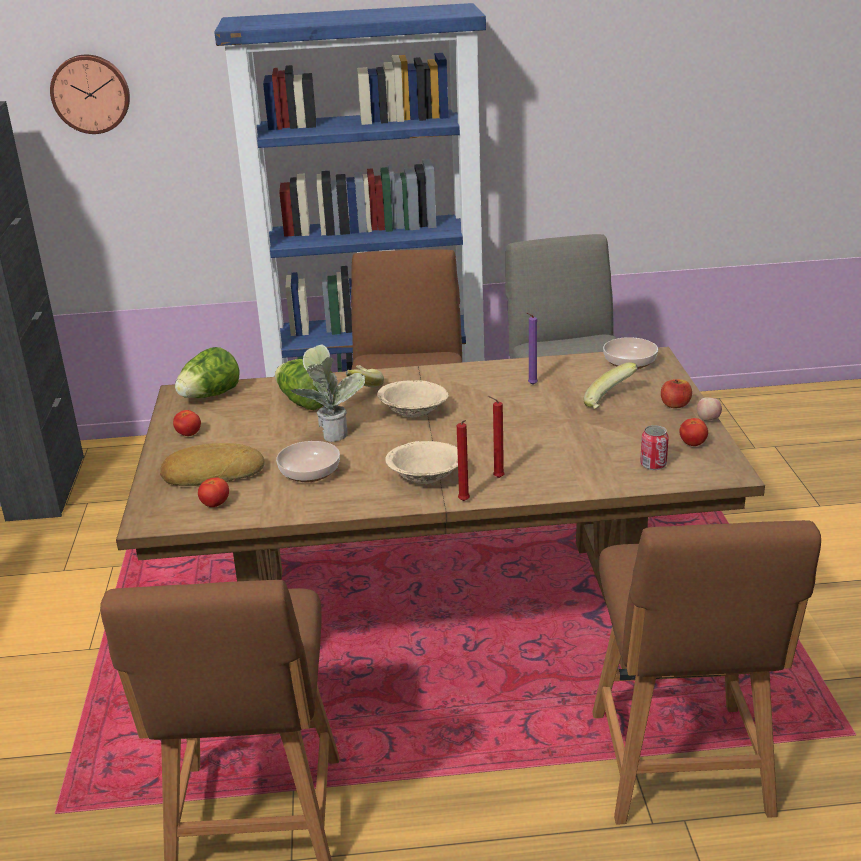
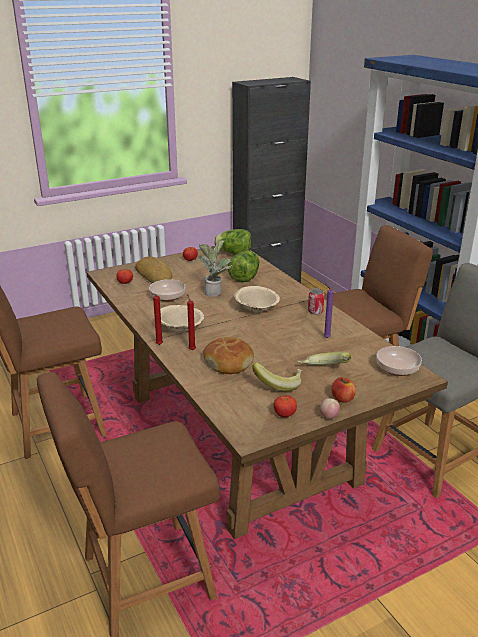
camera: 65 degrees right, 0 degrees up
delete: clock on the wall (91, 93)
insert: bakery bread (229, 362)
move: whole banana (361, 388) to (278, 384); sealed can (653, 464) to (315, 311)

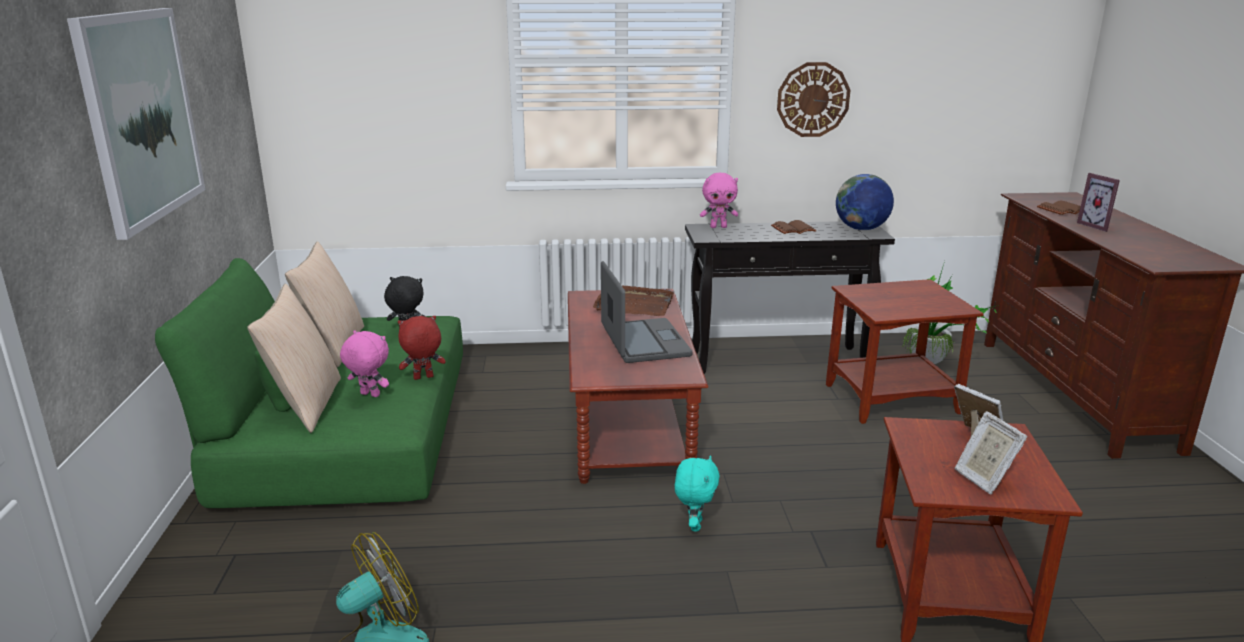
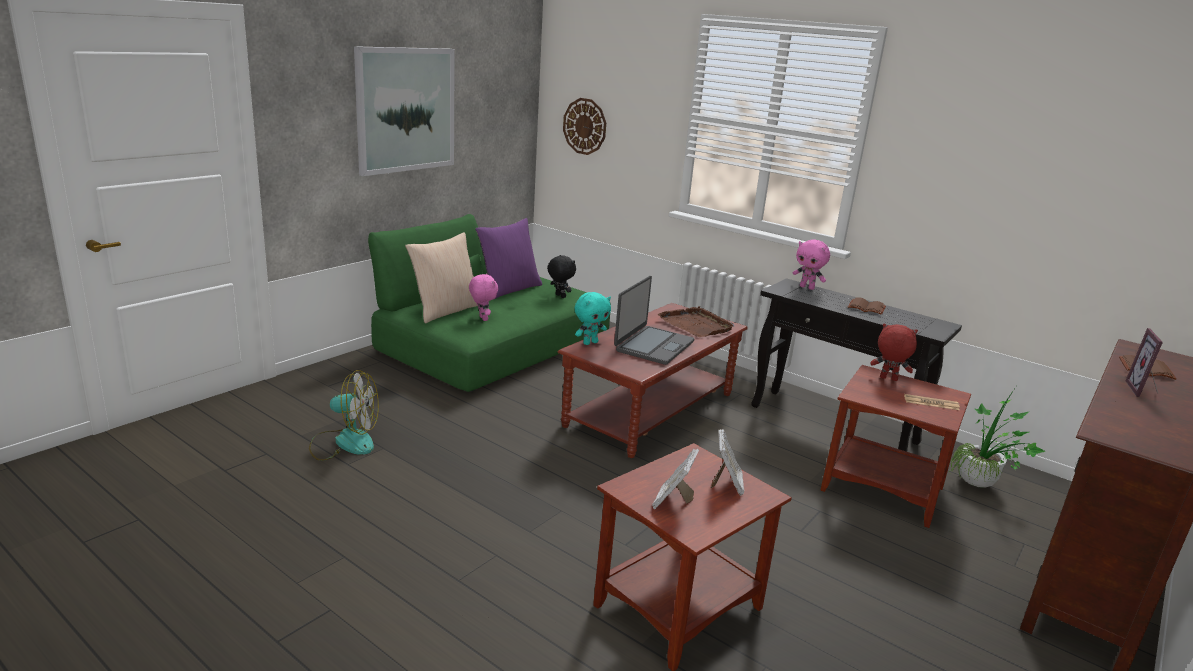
camera: 40 degrees right, 0 degrees up
delete: desk globe (861, 229)
insert: daily paper (931, 403)
move: clock on the wall (813, 99) to (585, 126); blue-green plush toy (694, 525) to (590, 342); red plush toy (423, 378) to (888, 379)
recolor: sand-coloured throw pillow (334, 346) to purple-coloured throw pillow (509, 289)

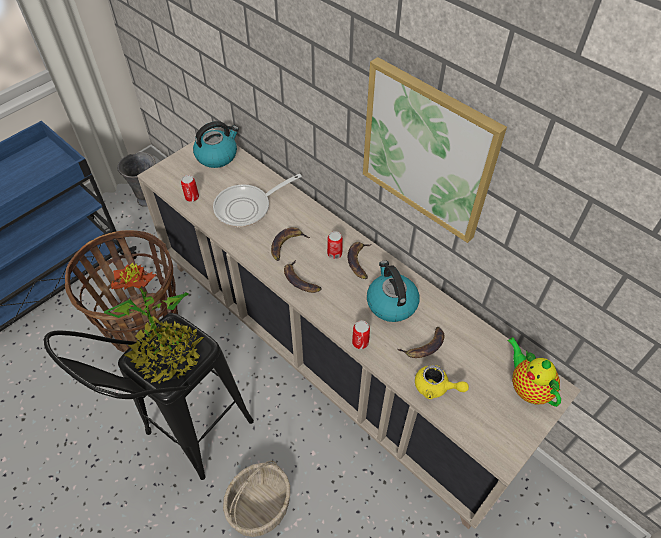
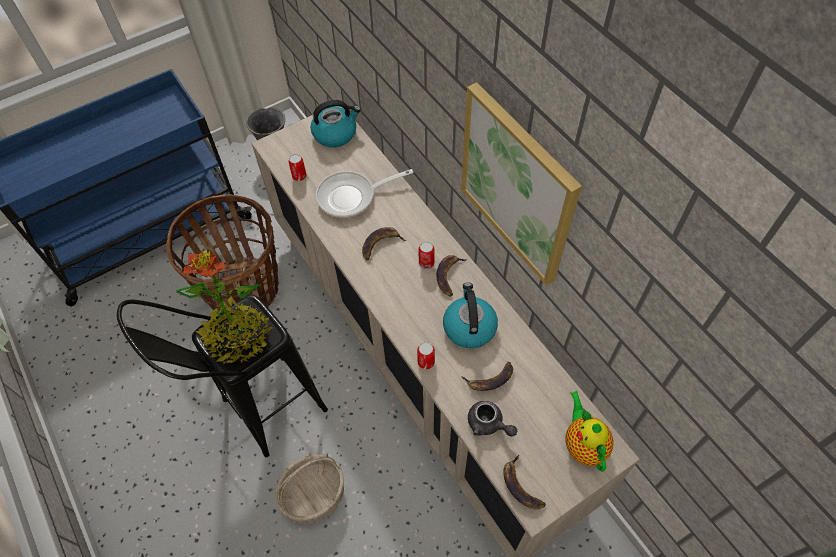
camera: 15 degrees right, 5 degrees up
move: whole banana (300, 280) to (521, 486)
recolor: yellow teapot (436, 387) to greyish teapot (488, 424)

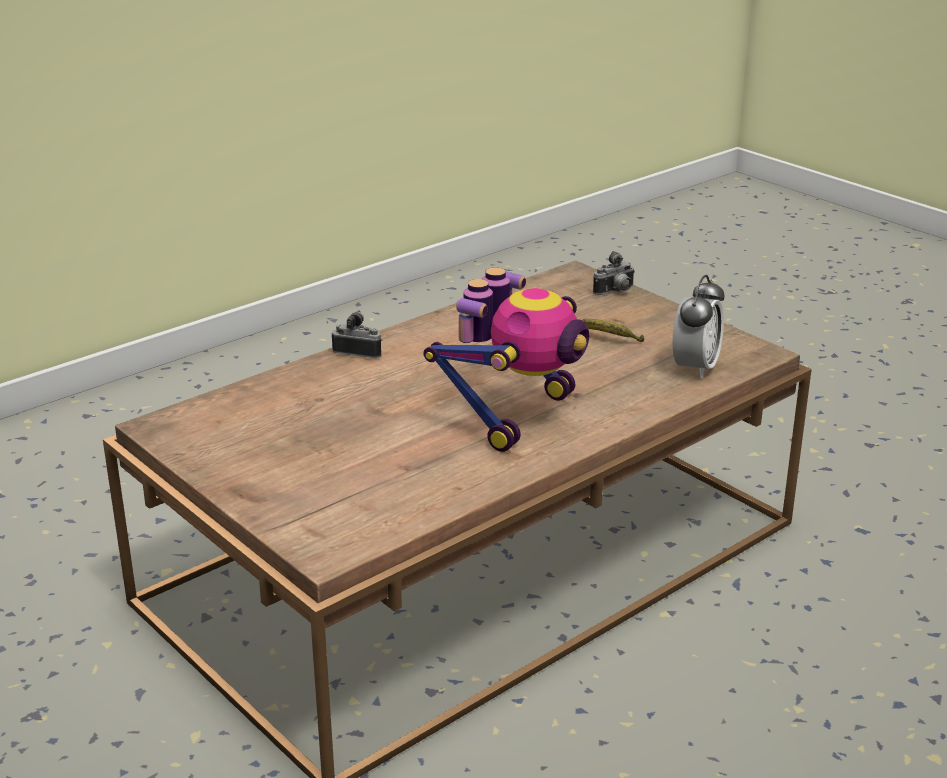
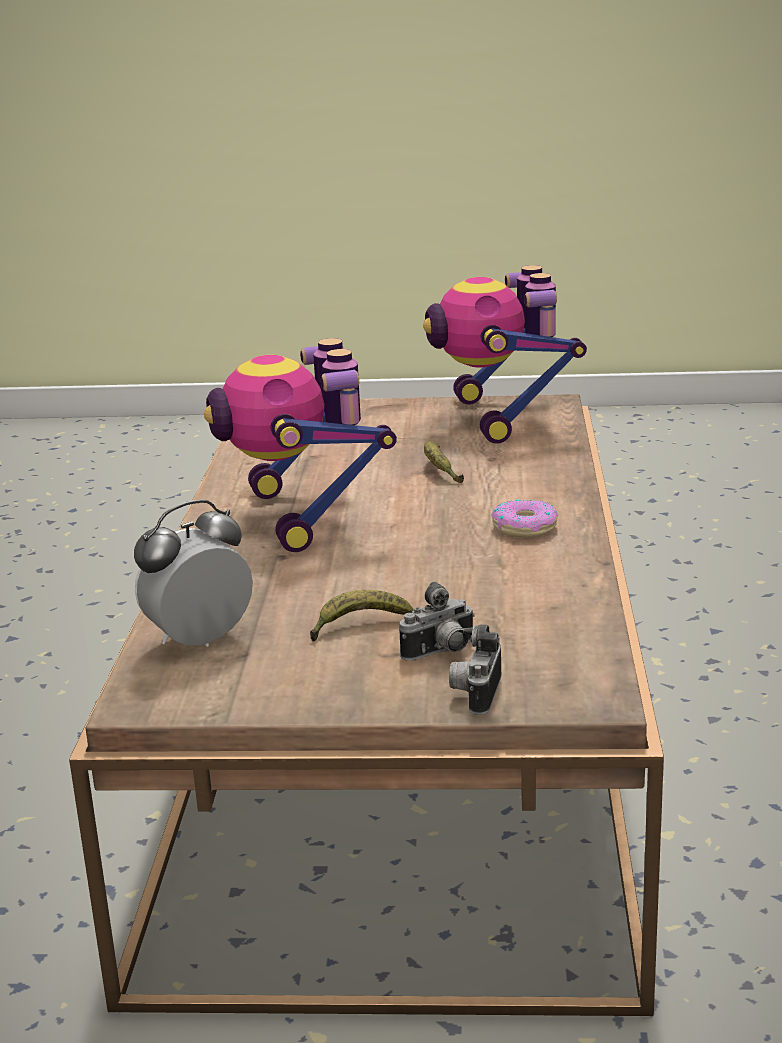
camera: 135 degrees right, 5 degrees down
insert: toy robot (501, 418); whole banana (440, 470); doughnut (524, 528)
move: still camera (358, 352) to (441, 653)
rotate: alarm clock (695, 367) = (200, 640) 75 degrees clockwise

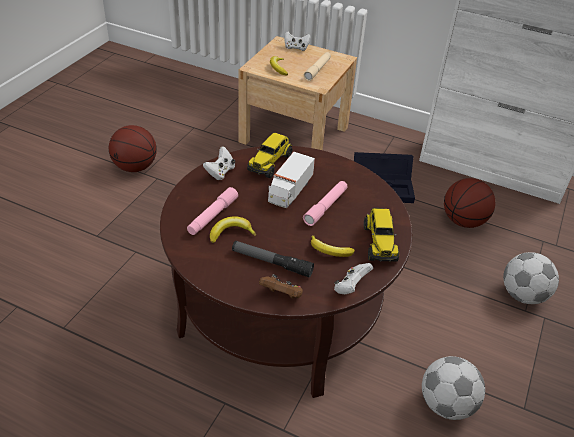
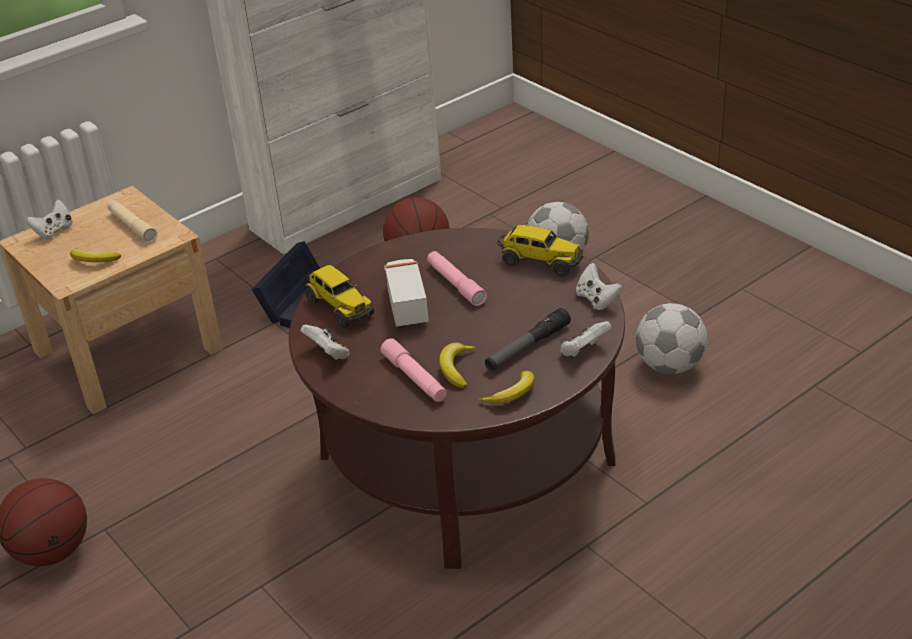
camera: 60 degrees left, 5 degrees down
move: whole banana (330, 251) to (513, 394)
recolor: brownish joypad (282, 295) to white-coloured joypad (584, 351)
rotate: toy lorry (290, 190) = (407, 304) 150 degrees counterclockwise

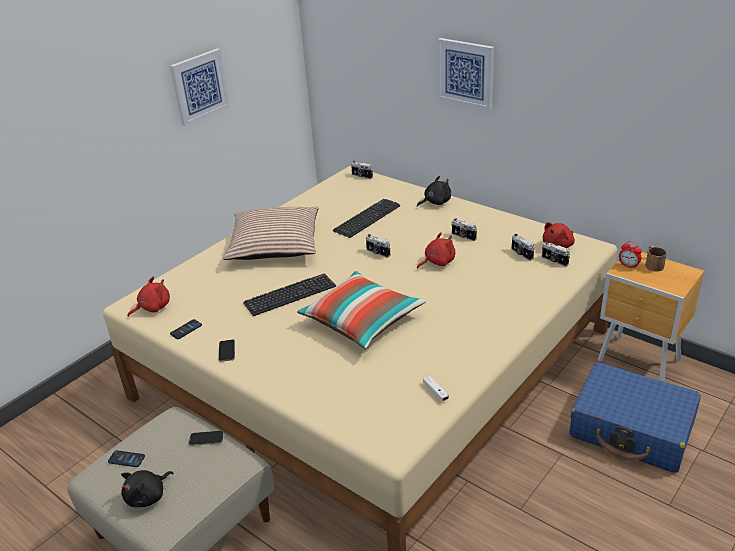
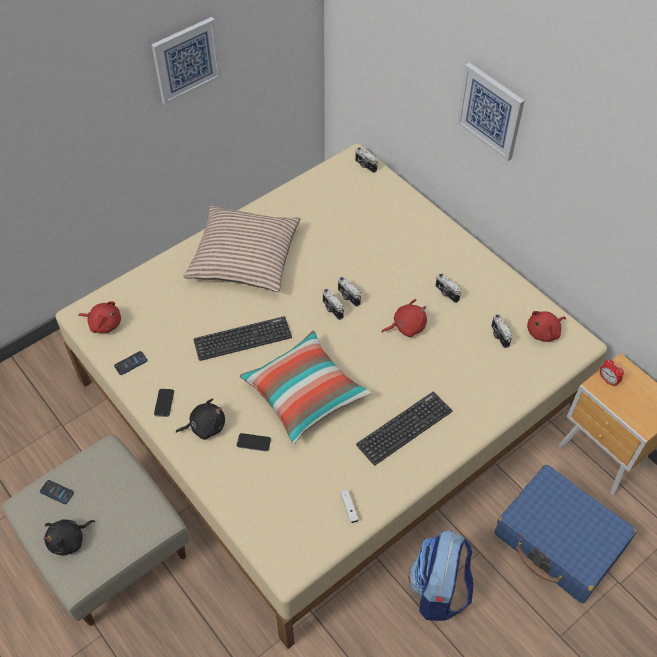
camera: 10 degrees right, 20 degrees up
delete: brownish coffee mug (652, 264)
insert: knapsack (438, 590)
move: black-coloured plush toy (435, 202) to (205, 426); phone (206, 439) to (253, 442); still camera (554, 261) to (332, 309); computer keyboard (367, 218) to (404, 428)
rotate: red plush toy (153, 307) = (104, 323) 45 degrees clockwise

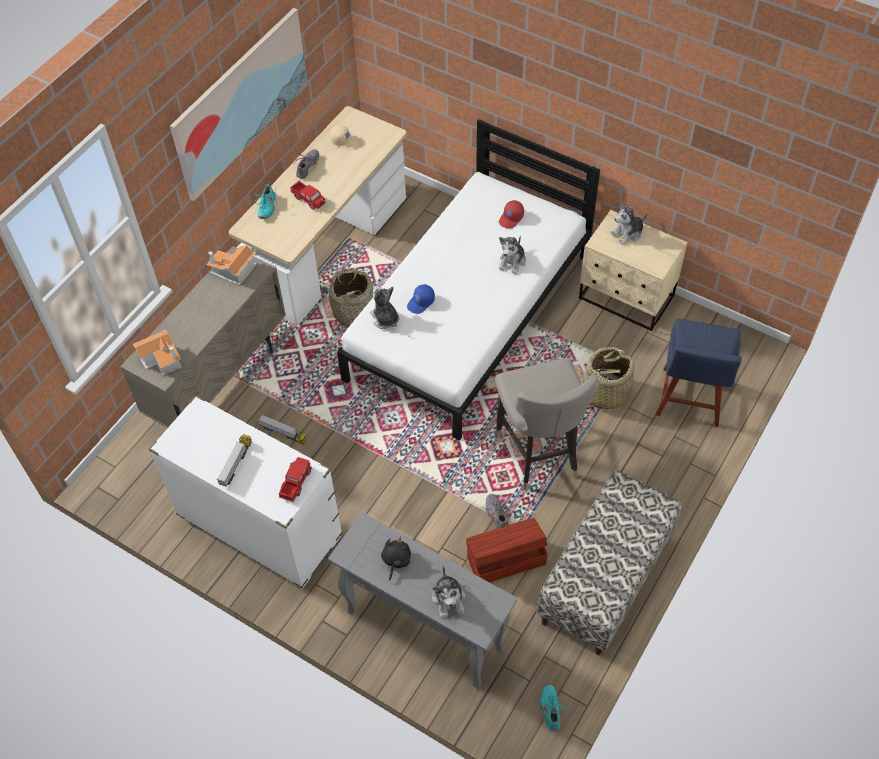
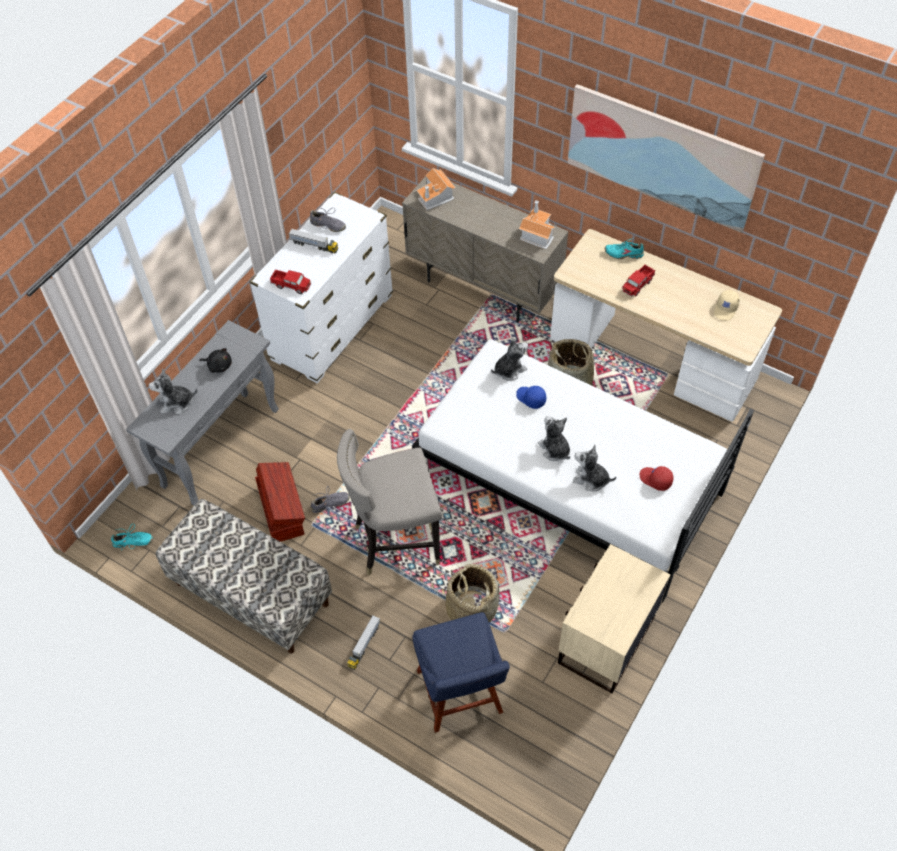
camera: 90 degrees right, 0 degrees up
move: greyish low shoe (308, 166) to (328, 226); toy lorry (283, 433) to (364, 645); plush toy (628, 233) to (554, 449)
rotate: bluish plain chair (690, 400) = (460, 696) 120 degrees counterclockwise

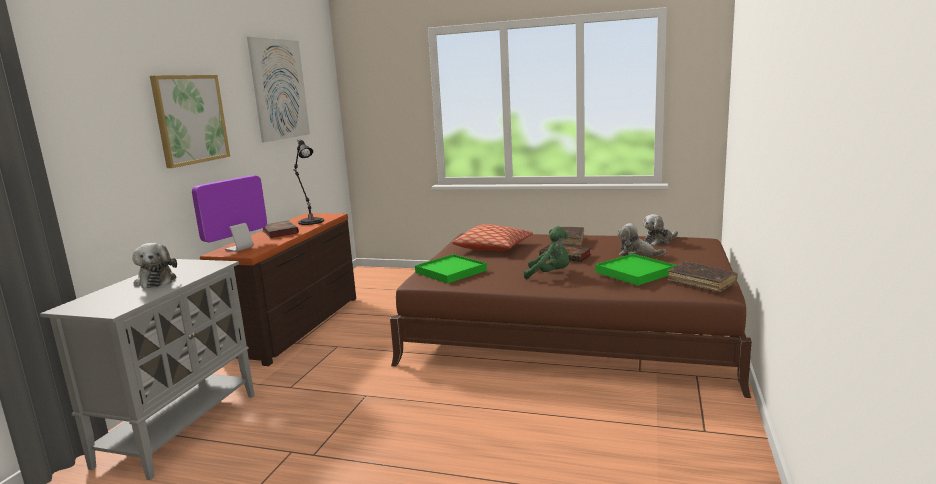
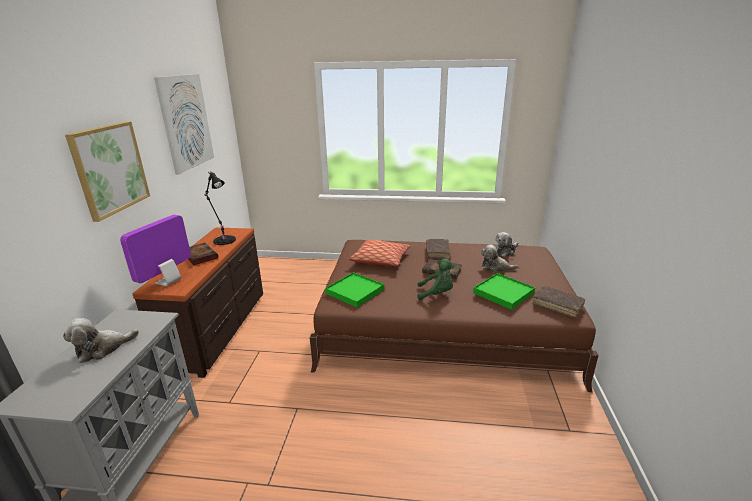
camera: 10 degrees left, 10 degrees up
rotate: plush toy (156, 281) = (102, 349) 90 degrees clockwise

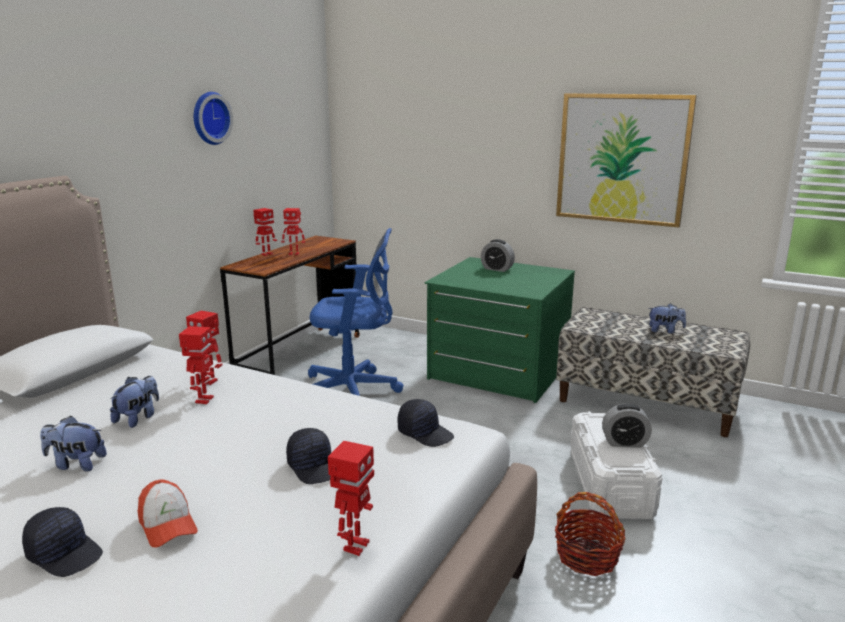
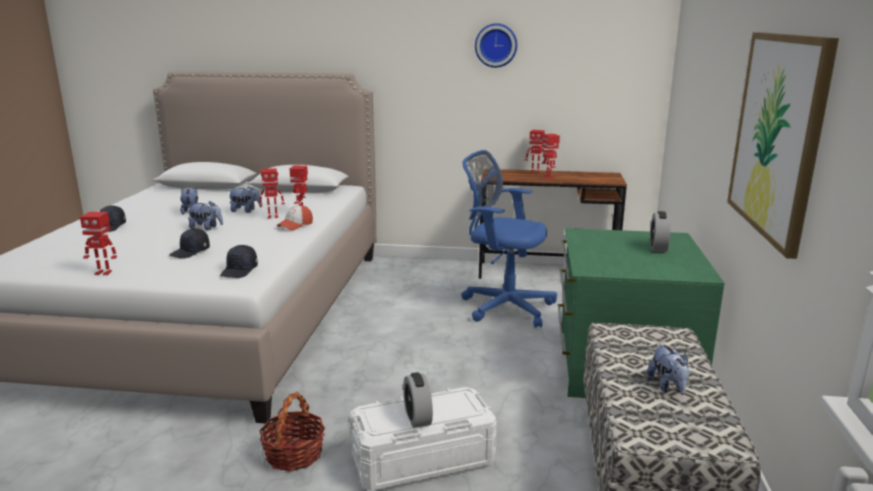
camera: 70 degrees right, 0 degrees up
insert: plush toy (206, 228)
move: baseball cap (167, 525) to (295, 225)
rotate: bluish computer chair (354, 390) = (504, 306) 135 degrees clockwise

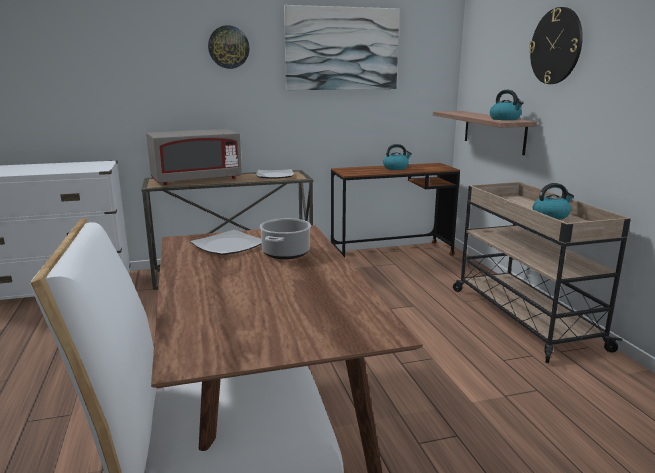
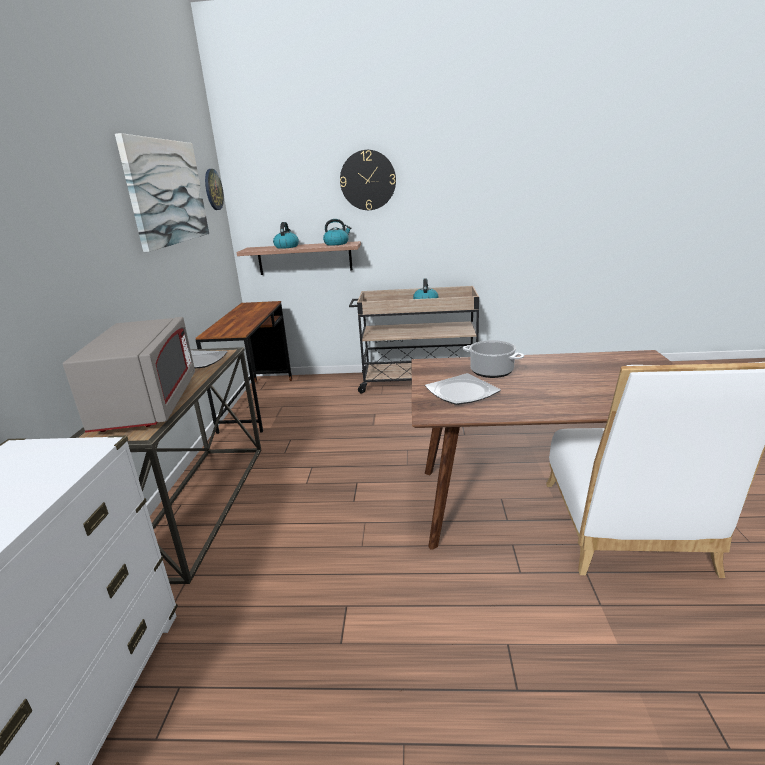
camera: 70 degrees left, 5 degrees up
move: clock on the wall (228, 47) to (213, 189); tea kettle (396, 168) to (286, 247)

